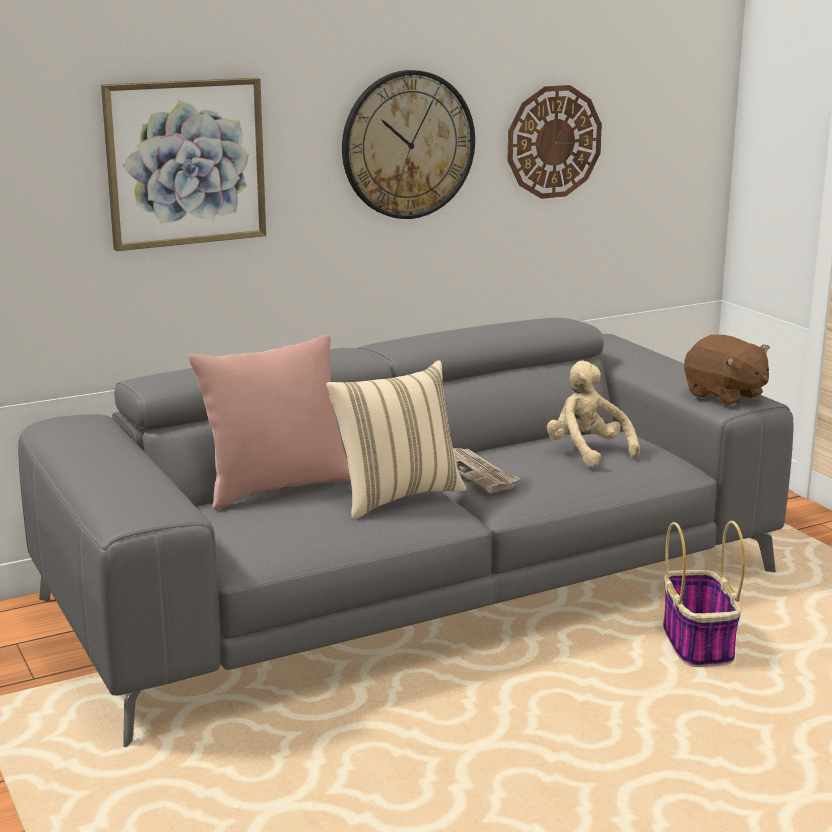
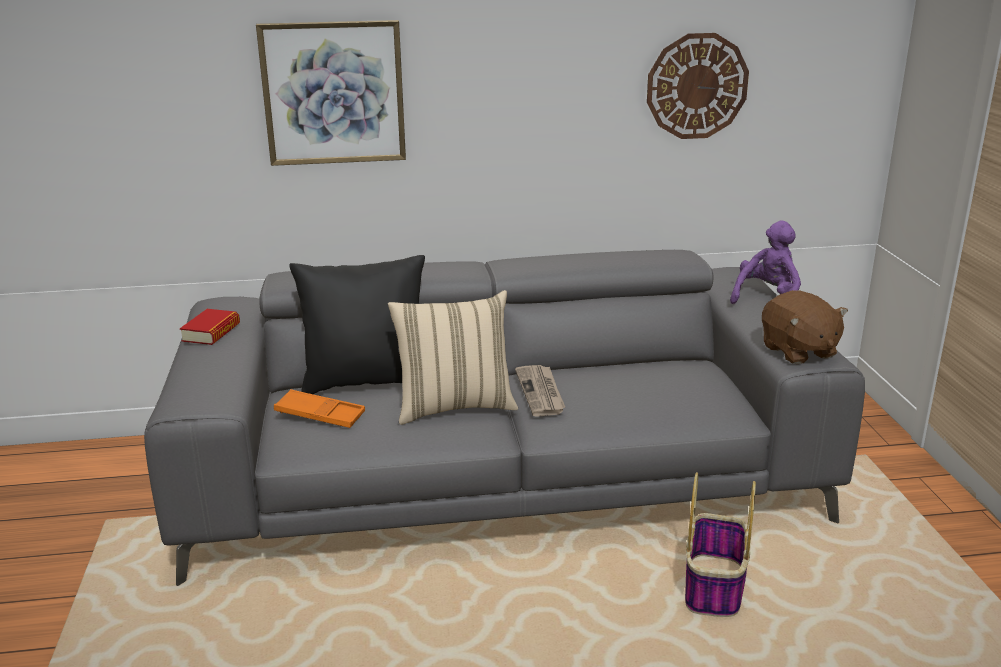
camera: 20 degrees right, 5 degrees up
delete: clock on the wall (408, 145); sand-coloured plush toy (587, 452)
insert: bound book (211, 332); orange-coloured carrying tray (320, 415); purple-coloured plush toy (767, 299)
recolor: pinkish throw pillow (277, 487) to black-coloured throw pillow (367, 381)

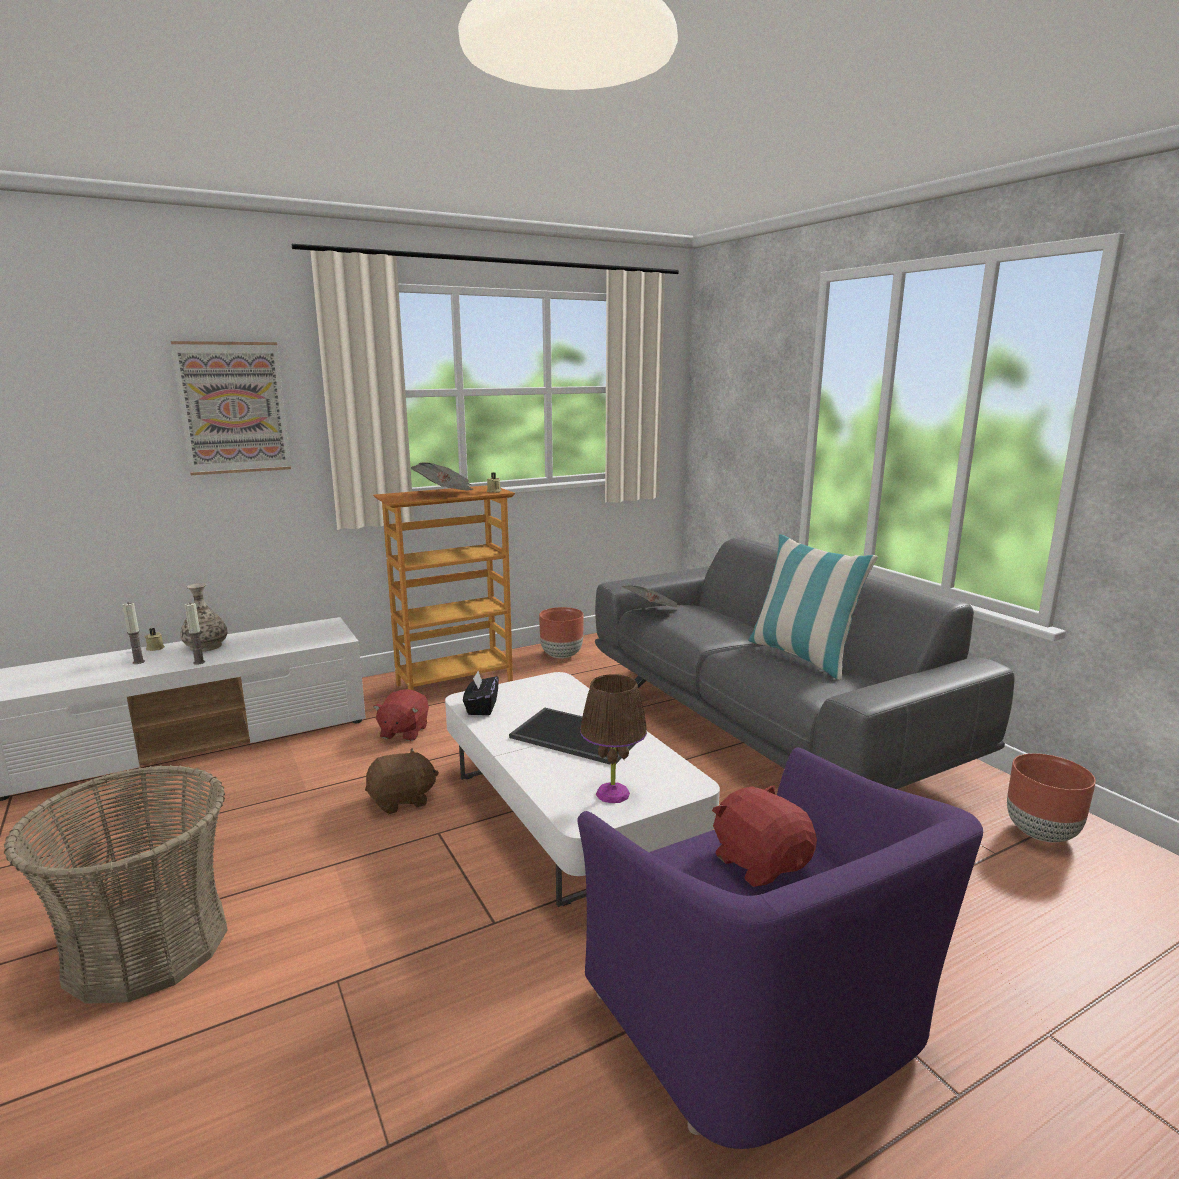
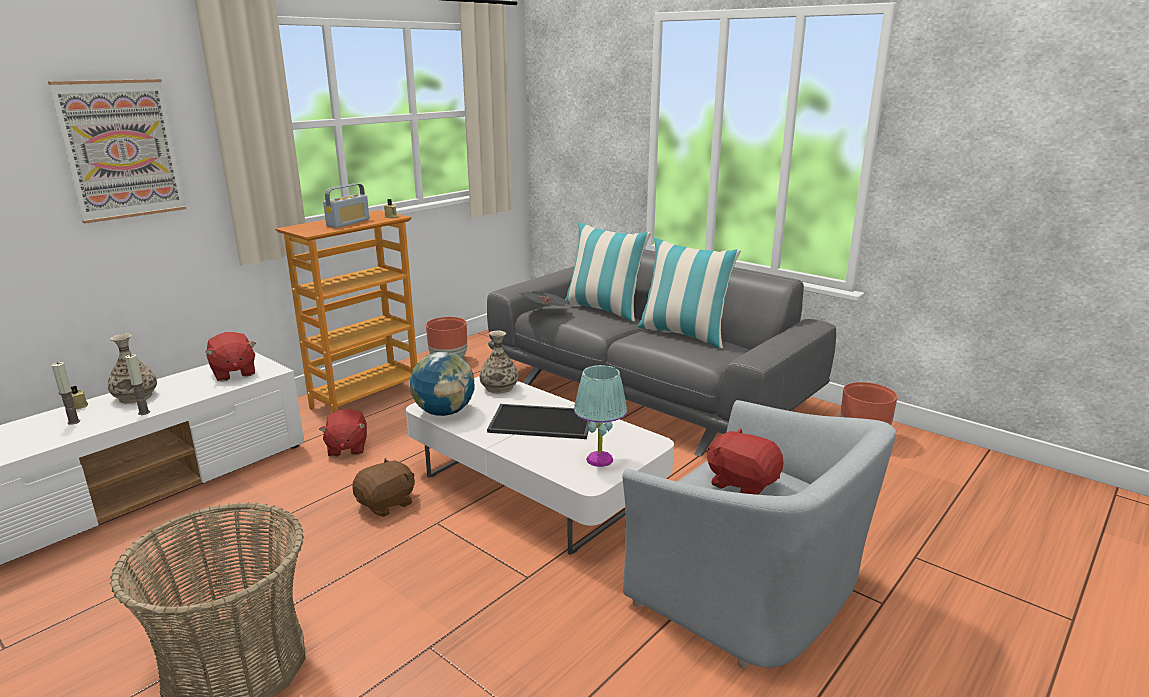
camera: 20 degrees left, 5 degrees up
insert: red plush toy (233, 373); flower vase (499, 388); throw pillow (604, 309)
replace: daily paper (445, 494) to radio set (348, 223); black-coloured tissue box (481, 707) to desk globe (444, 412)
recolor: brownish table lamp (612, 794) to blue-green table lamp (599, 460); purple-coloured easy chair (761, 1020) to greyish easy chair (750, 592)

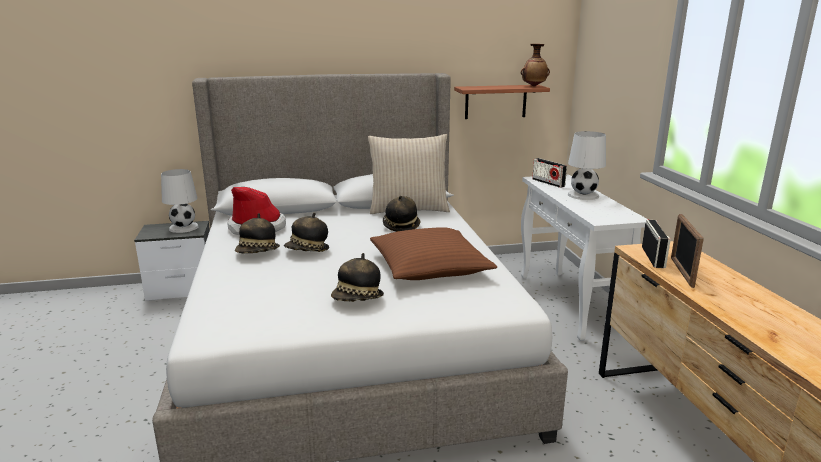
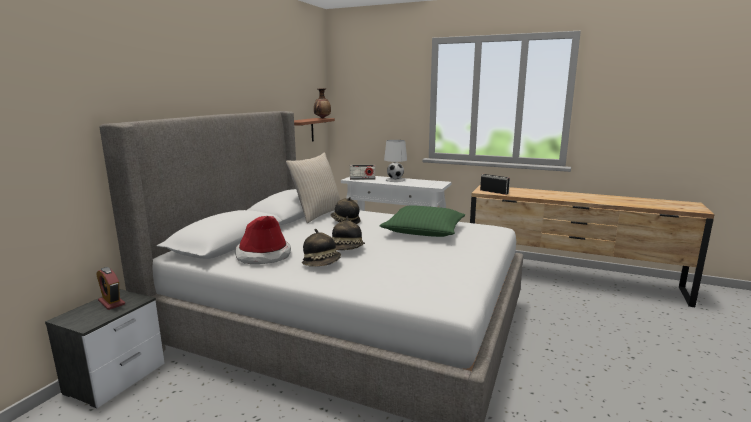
camera: 55 degrees left, 5 degrees down
delete: hat (357, 299); photo frame (681, 272)
replace: white-coloured table lamp (184, 228) to alarm clock (111, 302)
recolor: brownish throw pillow (429, 267) to green-coloured throw pillow (424, 231)

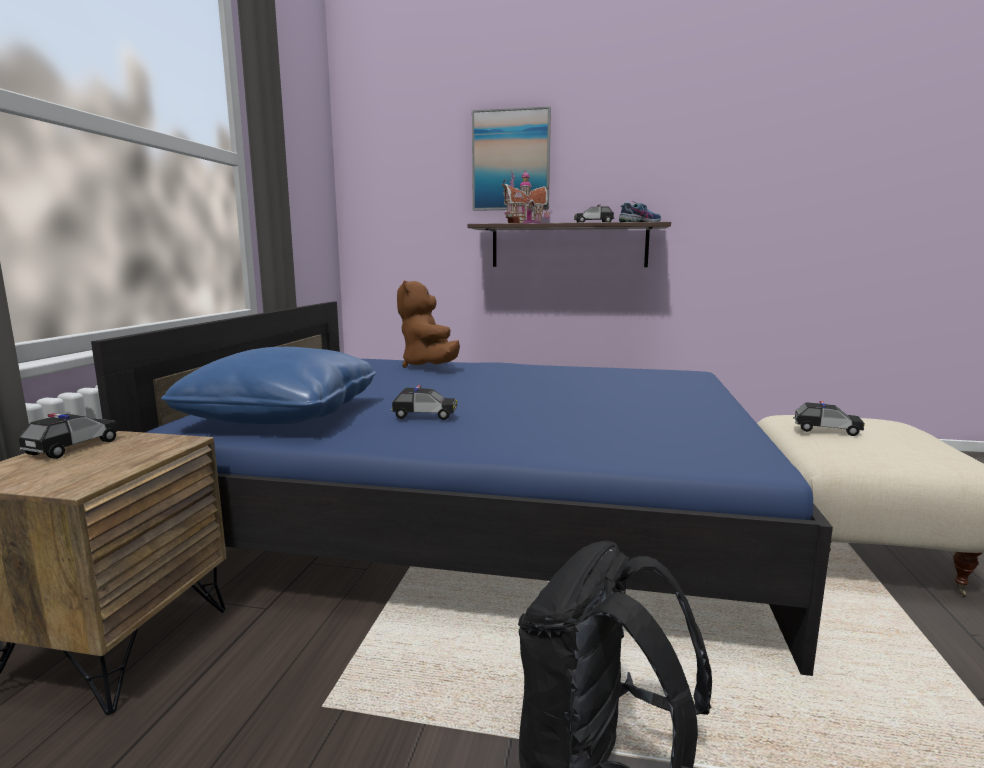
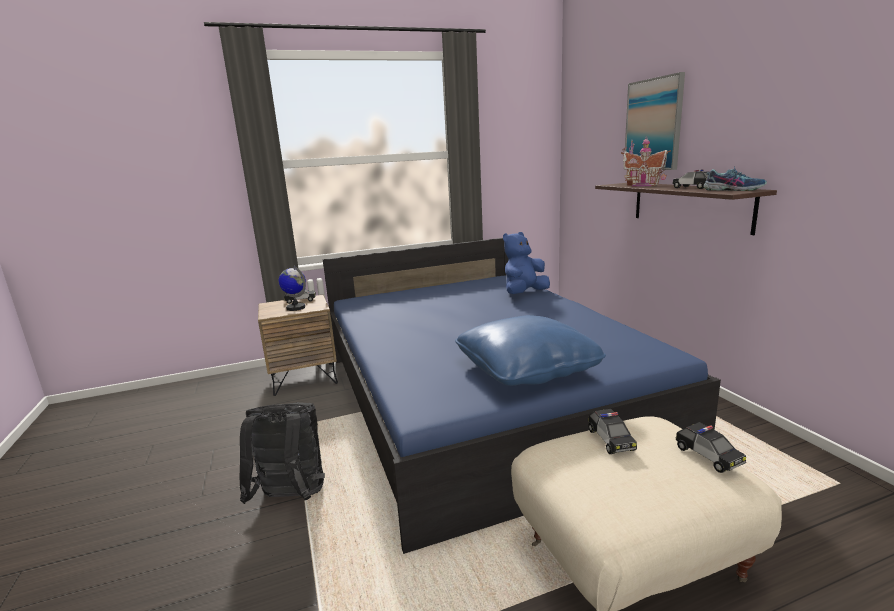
camera: 60 degrees right, 5 degrees up
insert: desk globe (296, 308)
move: bluish throw pillow (282, 416) to (526, 369); miniature car (424, 415) to (707, 456)
recolor: brownish plush toy (429, 366) to bluish plush toy (524, 293)

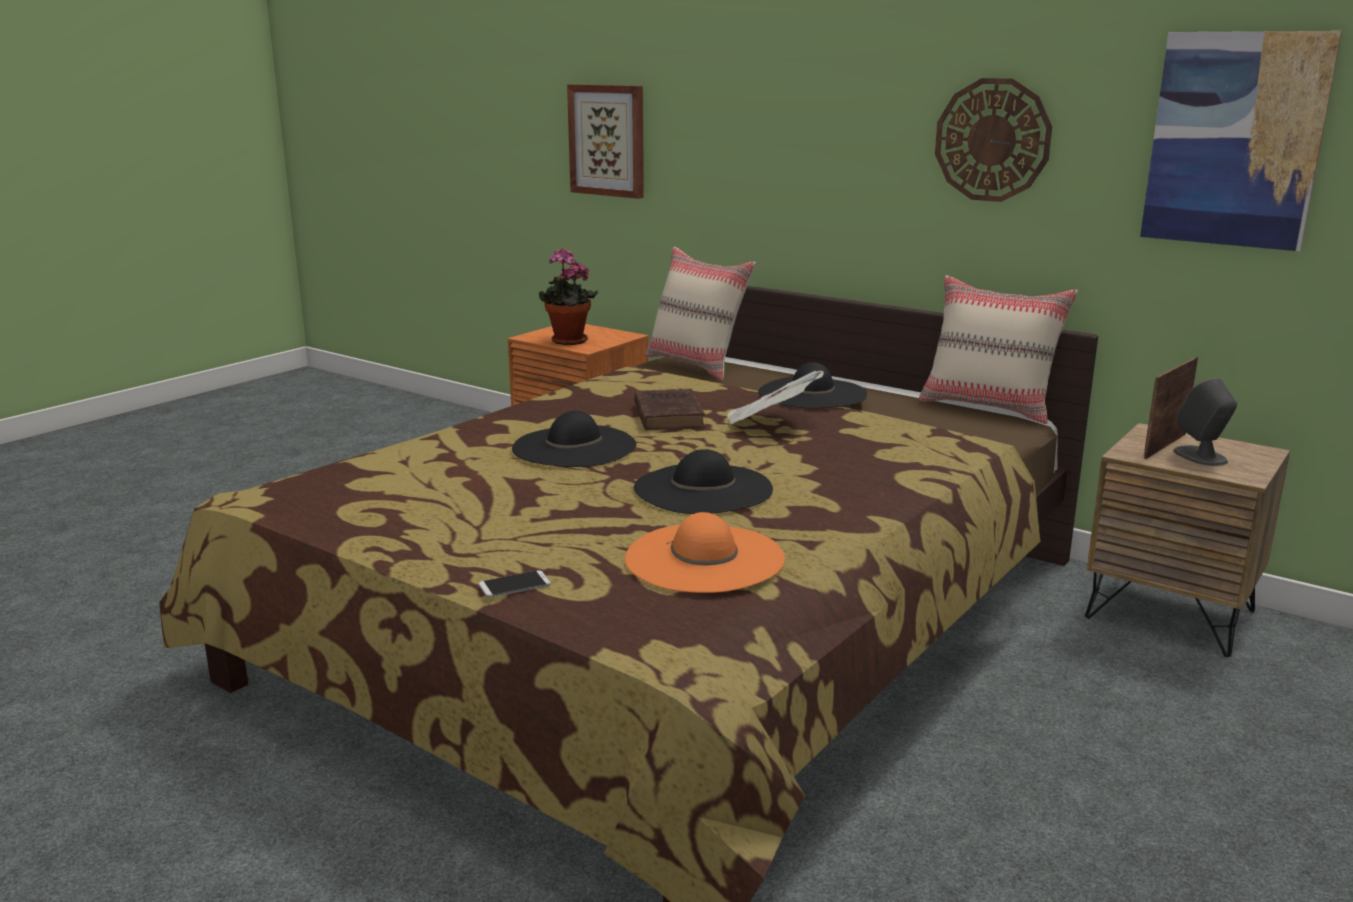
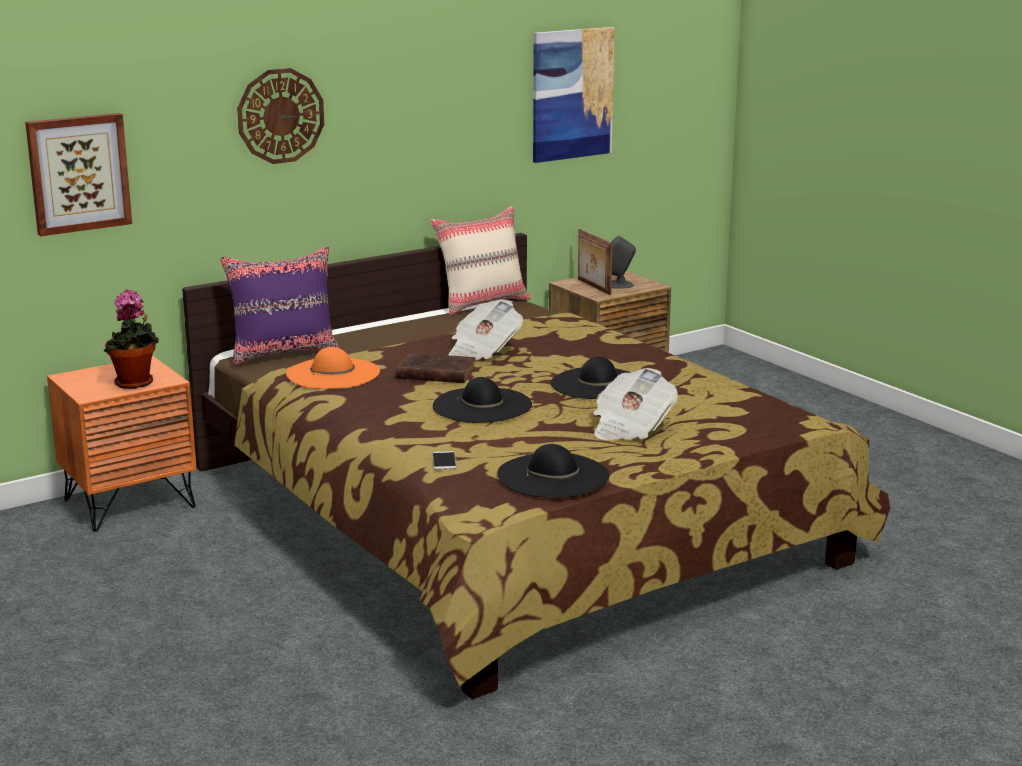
camera: 70 degrees left, 0 degrees up
insert: daily paper (630, 428)
move: clock on the wall (992, 140) to (280, 116); orange-coloured hat (704, 558) to (333, 373); phone (514, 585) to (444, 461); black-coloured hat (812, 394) to (553, 475)
recolor: sand-coloured throw pillow (696, 365) to purple-coloured throw pillow (284, 353)

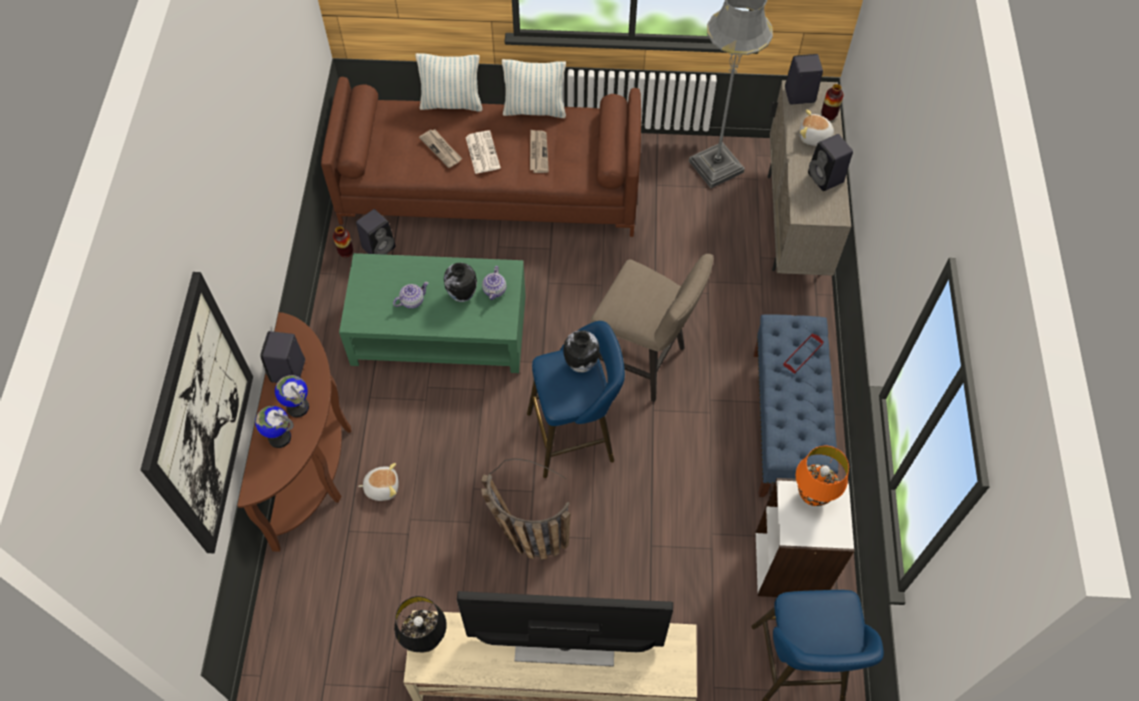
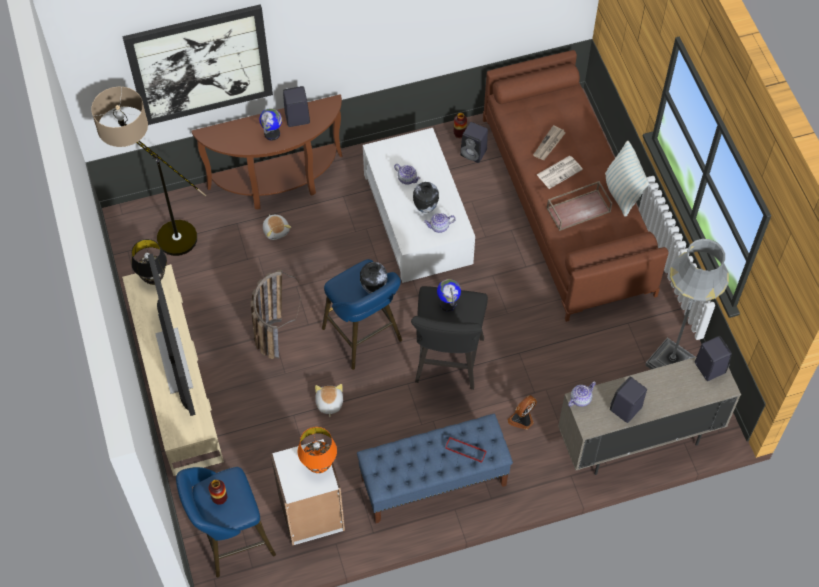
camera: 70 degrees right, 0 degrees up
delete: throw pillow (451, 103)
insert: floor lamp (162, 233); fan (522, 420); teapot (580, 398)
move: flower vase (828, 115) to (219, 498); plush toy (814, 137) to (329, 403); desk globe (279, 437) to (448, 304)
replace: daily paper (538, 152) to brownish carrying tray (578, 209)
recolor: green-coloured coffee table (439, 330) to white-coloured coffee table (417, 218); sand-coloured stool seat (644, 363) to black-coloured stool seat (447, 365)

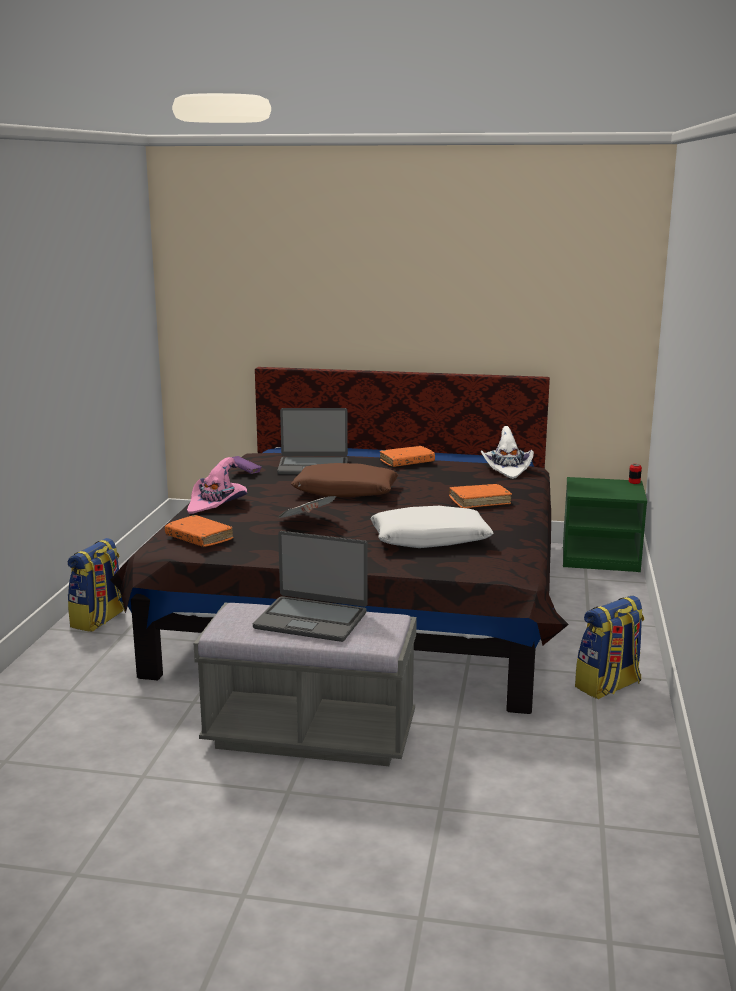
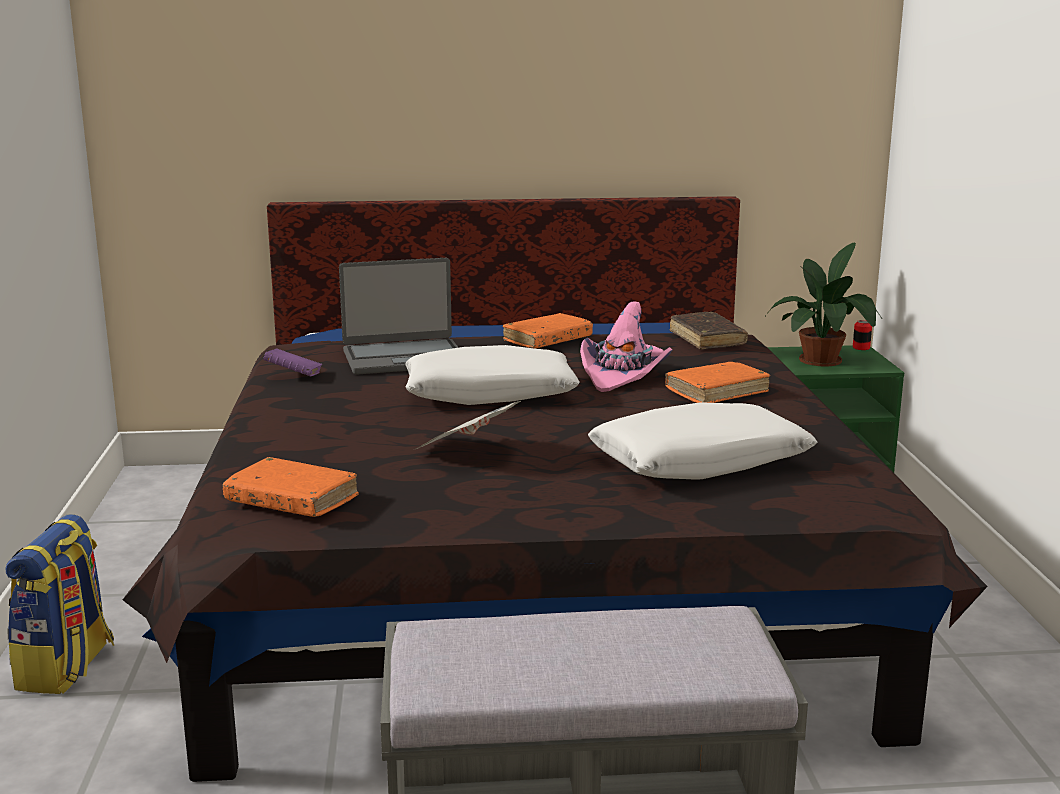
camera: 15 degrees left, 0 degrees up
delete: laptop (311, 620); knapsack (608, 686)
insert: potted plant (824, 360)
move: pinkish hat (217, 504) to (623, 375)
replace: white-coloured hat (507, 469) to brownish bound book (707, 339)
recolor: brownish throw pillow (345, 491) to white-coloured throw pillow (490, 394)

